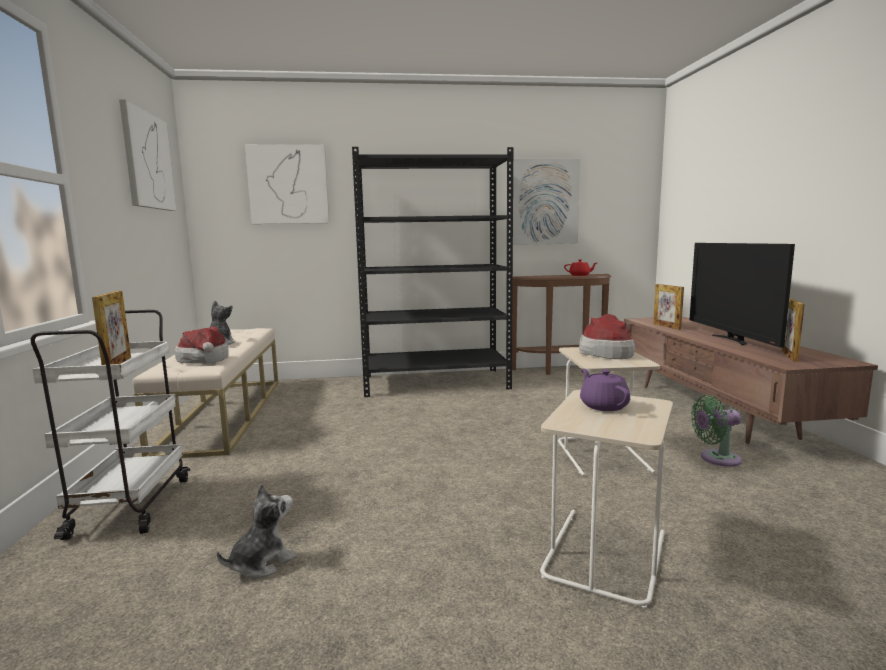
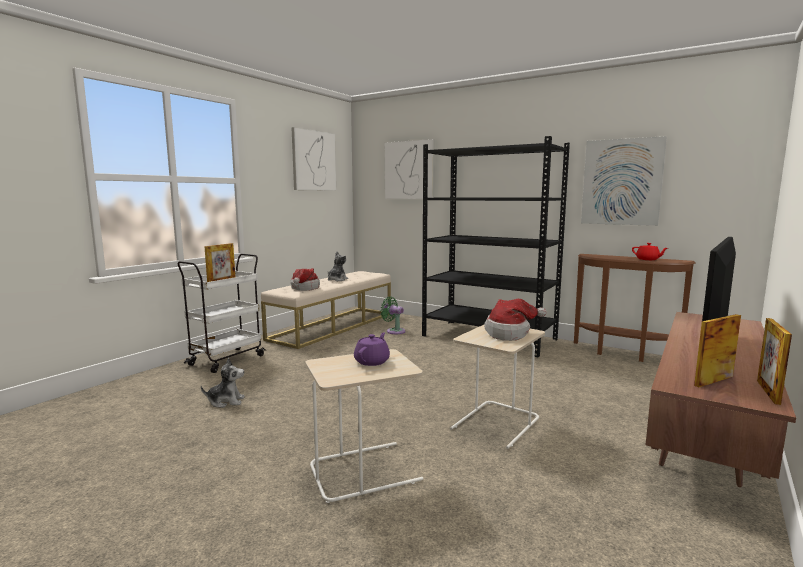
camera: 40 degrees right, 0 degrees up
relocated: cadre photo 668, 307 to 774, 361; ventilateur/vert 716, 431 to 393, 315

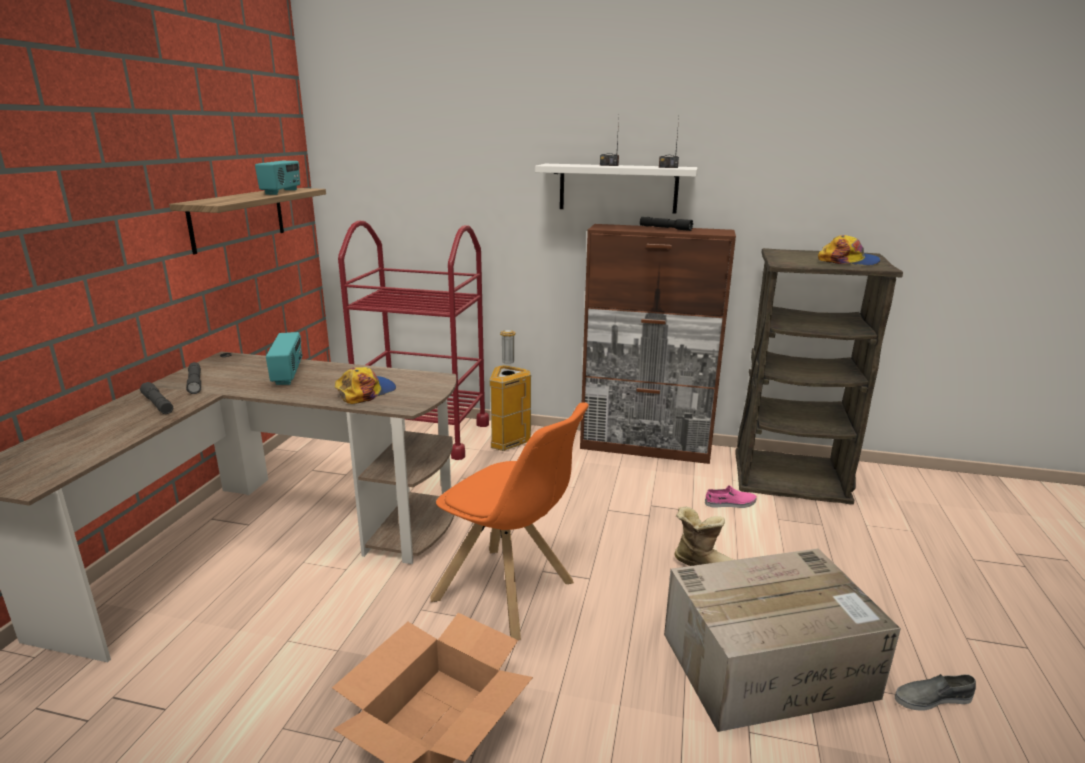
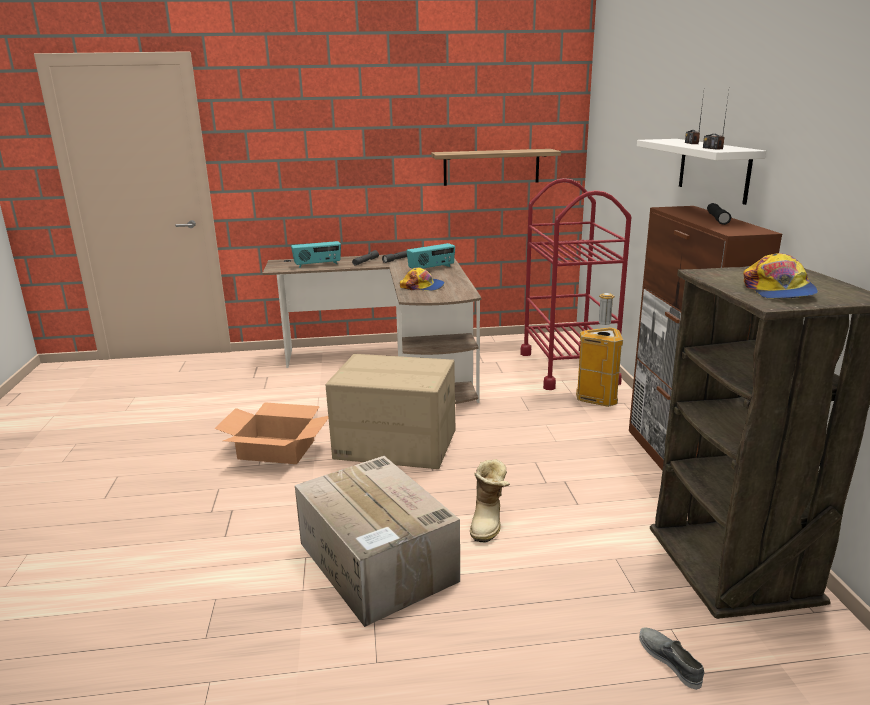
camera: 70 degrees right, 0 degrees up
missing: chaussure/rose 731, 496
relocated: radio 277, 178 to 316, 254; chaussure/gris 935, 692 to 672, 658
exchanged: chaise/orange 509, 521 to carton 390, 411

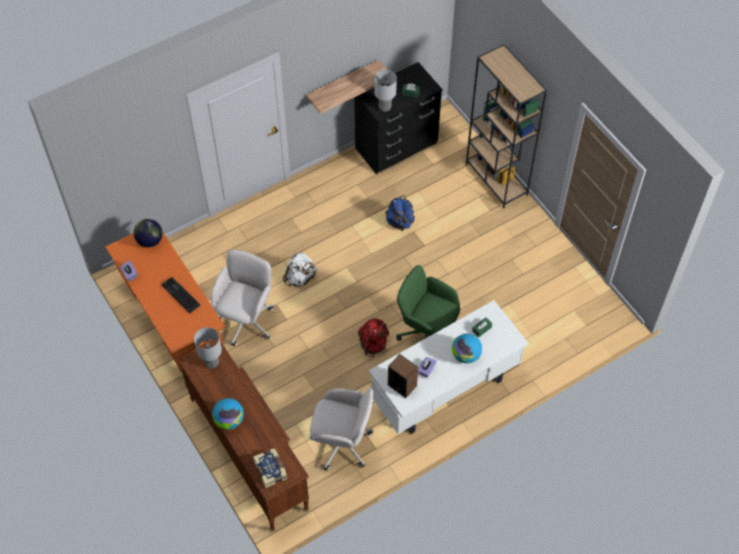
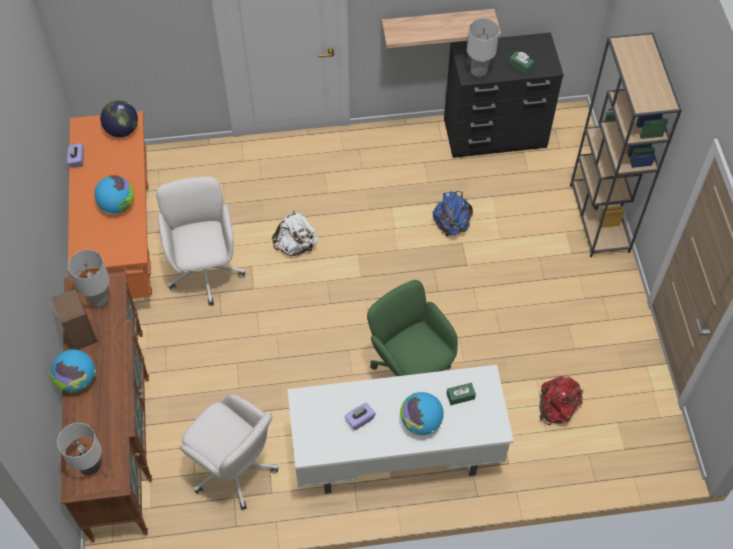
camera: 25 degrees right, 0 degrees up
relocated: sac à dos/rouge 373, 337 to 561, 400; enceinte 403, 376 to 75, 319
exchanged: clavier 181, 295 to globe 114, 194; livre 270, 468 to lampe de table/gris 79, 449
spun: chaise de bureau/blanc 242, 297 = 200, 241 60 degrees counterclockwise

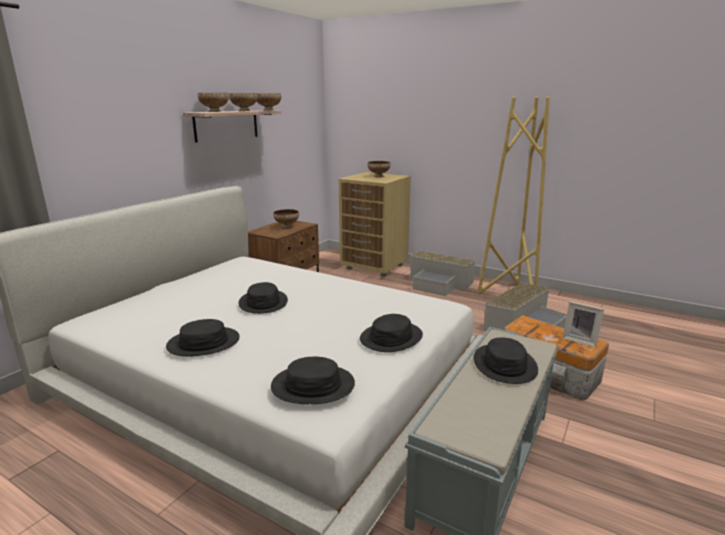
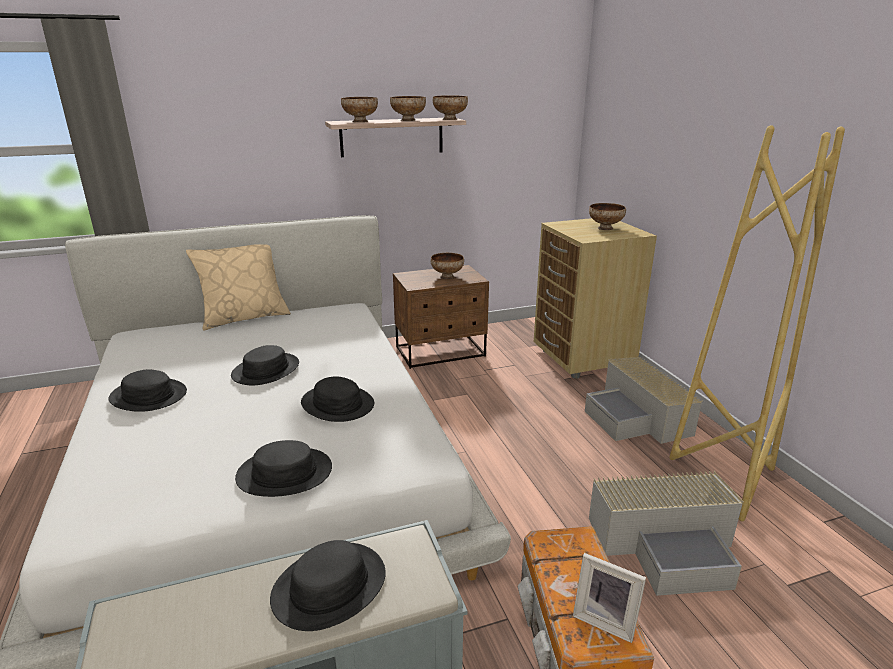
camera: 40 degrees right, 5 degrees up
appeared: coussin/beige 238, 287
relocated: chapeau/noir 313, 380 to 337, 399
spun: cadre photo 583, 324 = 609, 598 45 degrees counterclockwise

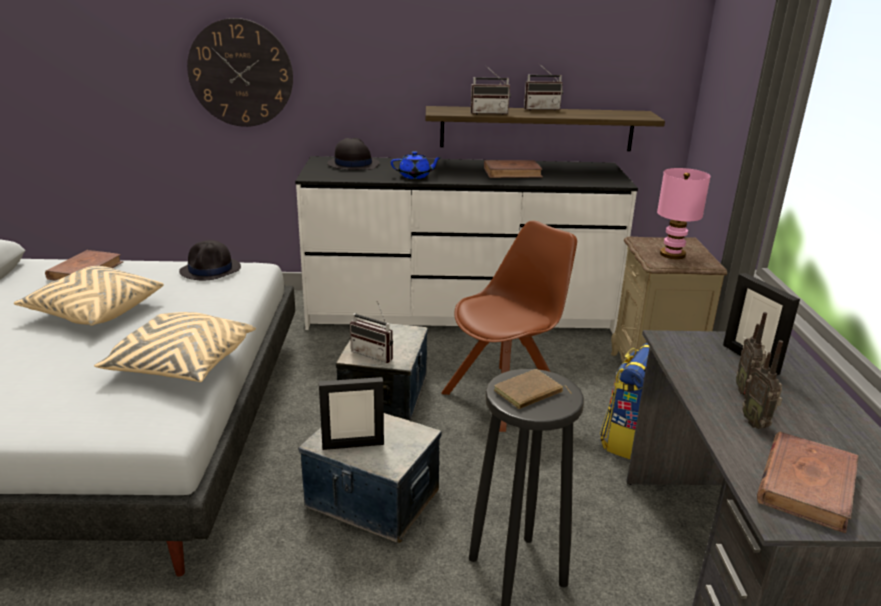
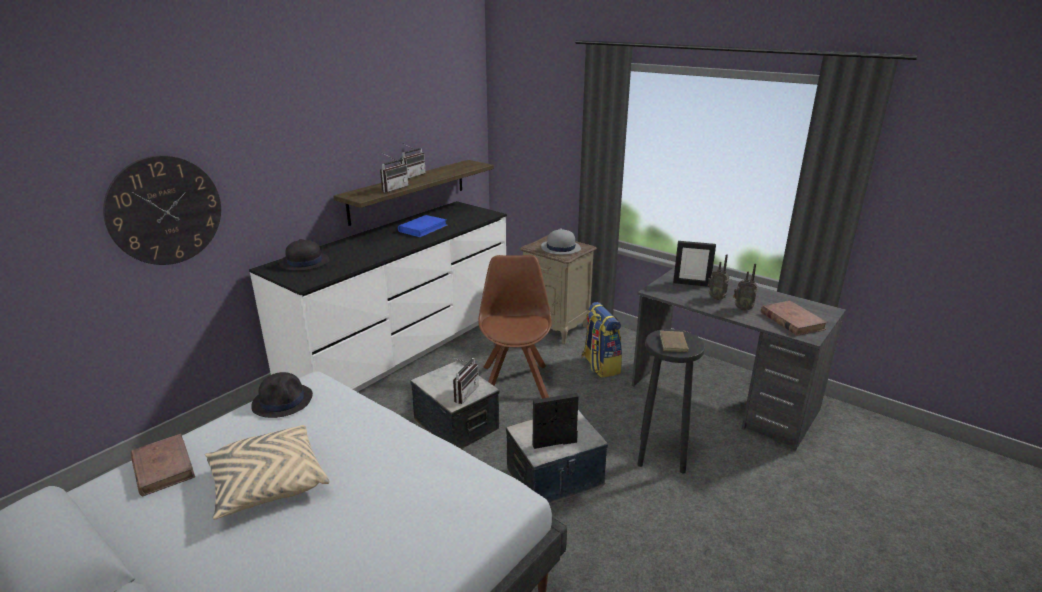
camera: 50 degrees left, 0 degrees up
missing: théière/bleu 416, 165; coussin/beige 175, 347
exchanged: lampe de table/rose 684, 213 to chapeau/gris 561, 241
colour: livre/marron 513, 169 to livre/bleu 423, 226
spun: radio 371, 332 = 465, 380 45 degrees counterclockwise; cadre photo 351, 413 = 556, 421 135 degrees counterclockwise

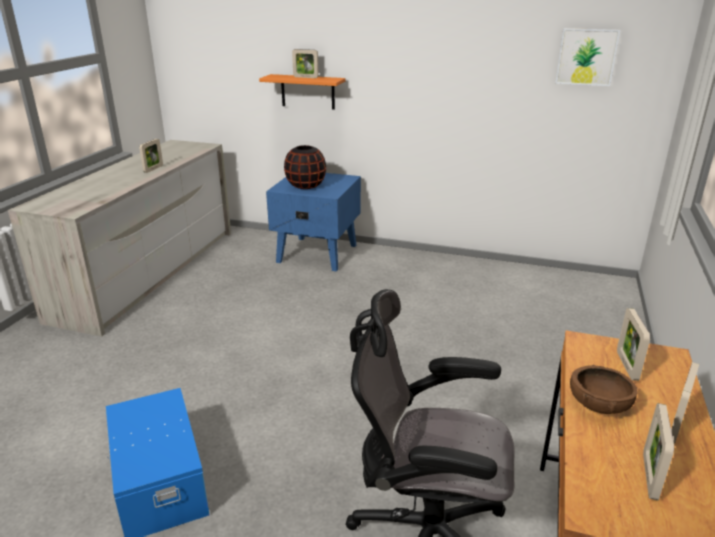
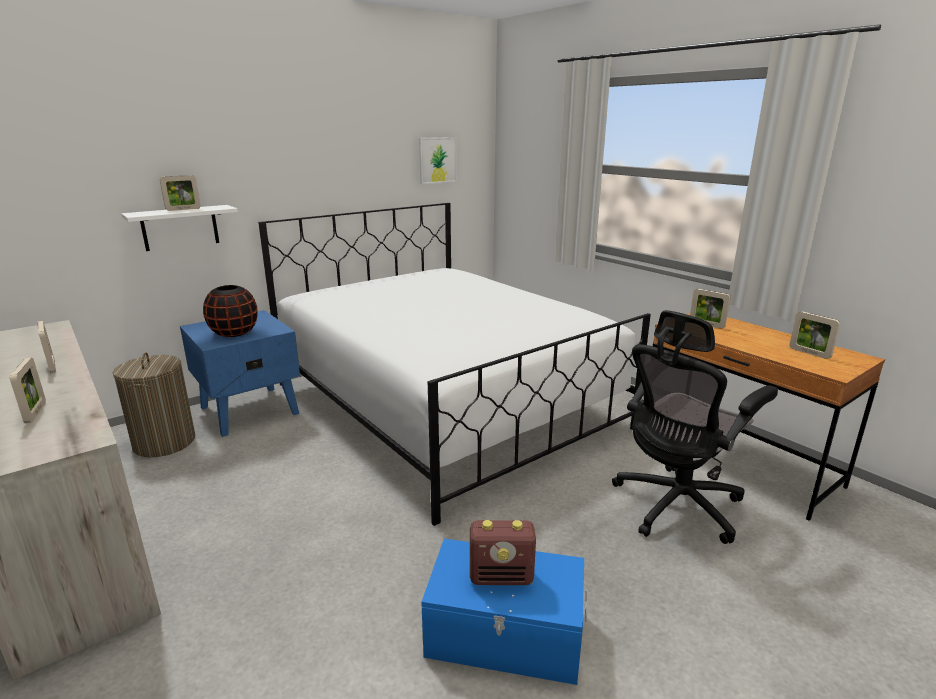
camera: 55 degrees left, 5 degrees down
missing: bol/marron 603, 389
appeared: lit/blanc 454, 364; panier à linge 154, 404; radio 503, 552
relocated: cadre photo 685, 403 to 28, 390
colour: étagère/orange 302, 92 to étagère/blanc 179, 228

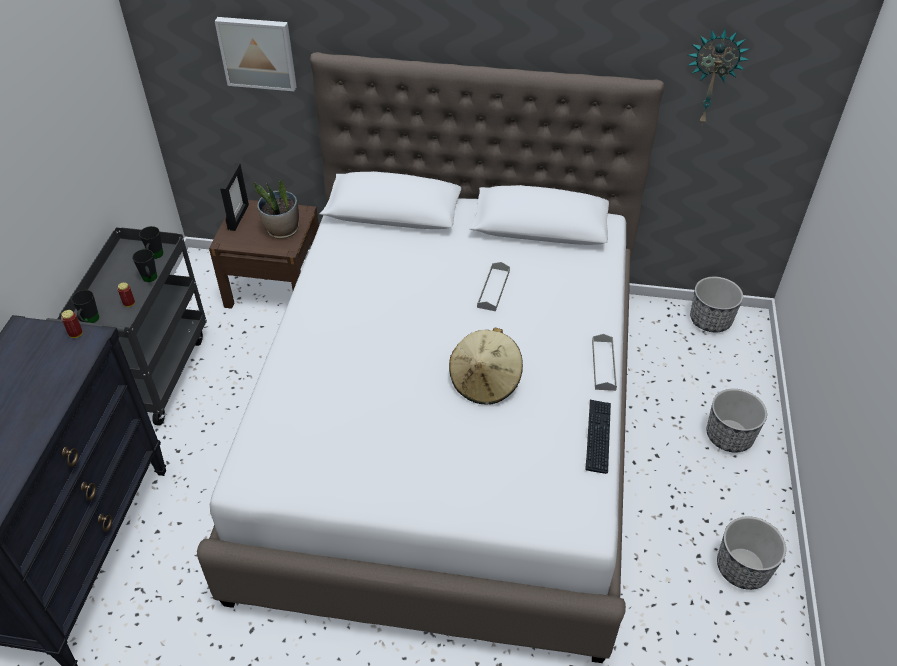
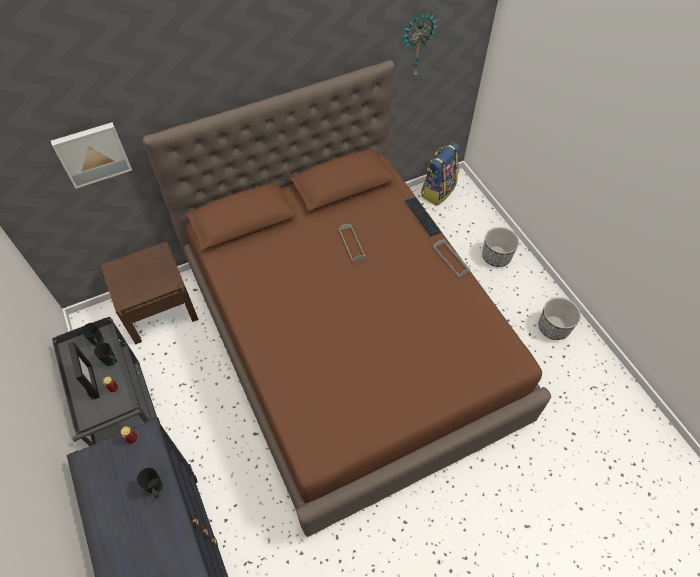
camera: 35 degrees left, 10 degrees up
missing: plante en pot 276, 209; chapeau/beige 486, 366
relocated: cadre photo 234, 197 to 84, 371; mug/noir 85, 306 to 150, 483; clavier 598, 437 to 423, 216
exchanged: cache-pot 716, 304 to sac à dos 440, 174
colour: lit/blanc 430, 357 to lit/marron 347, 298

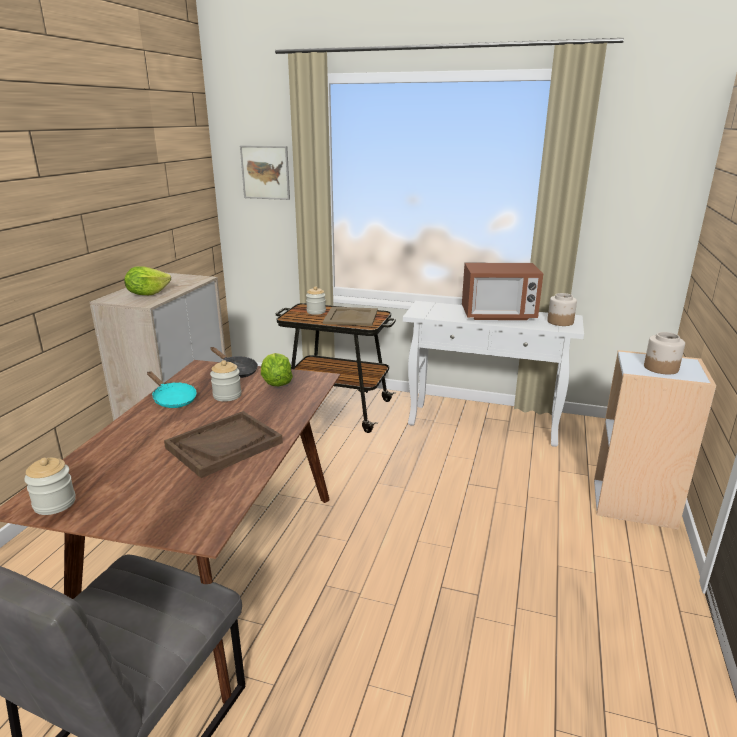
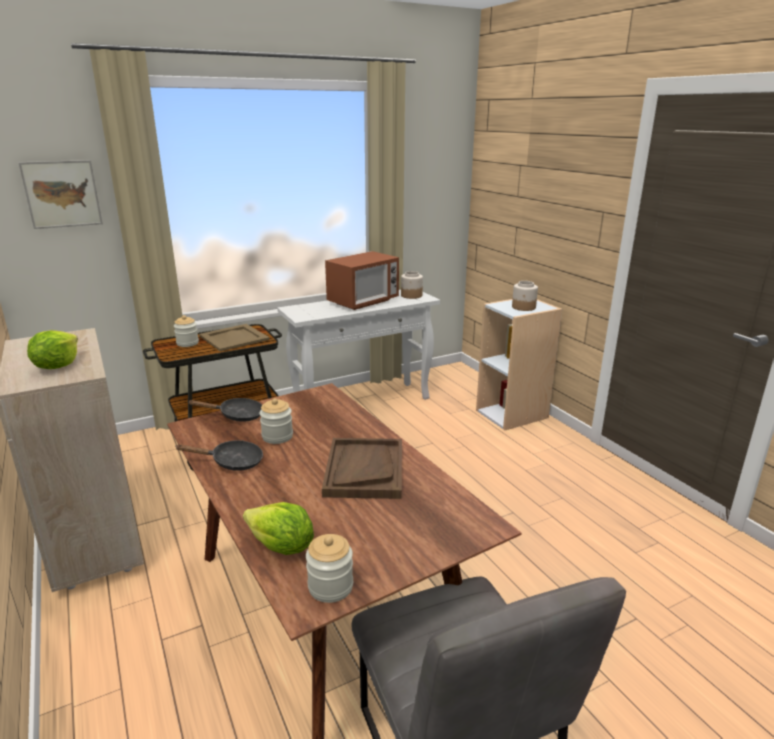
camera: 45 degrees left, 0 degrees up
relocated: laitue 277, 369 to 278, 528
colour: poêle/turquoise 172, 389 to poêle/noir 219, 455

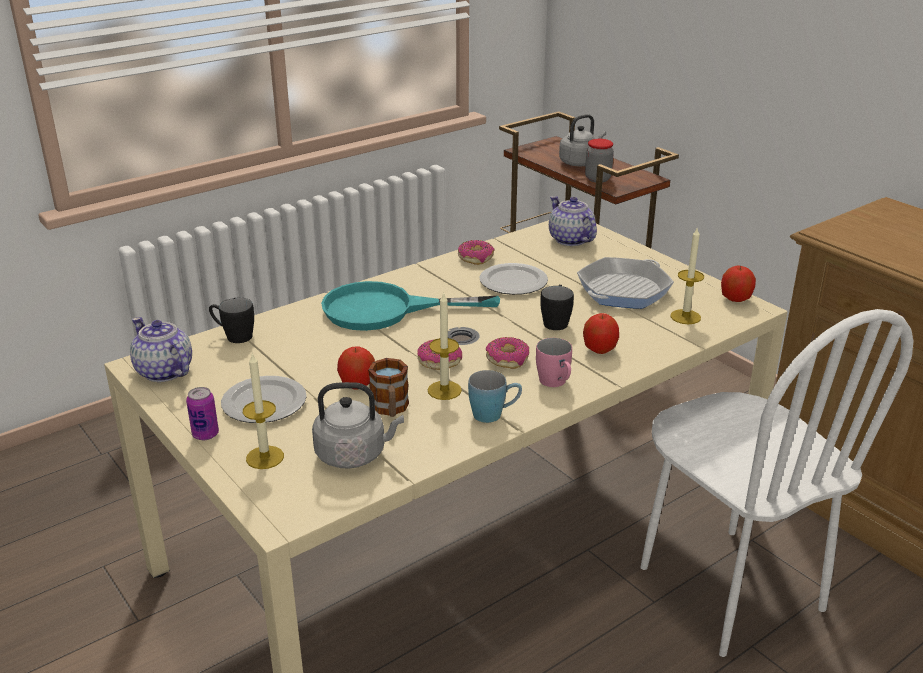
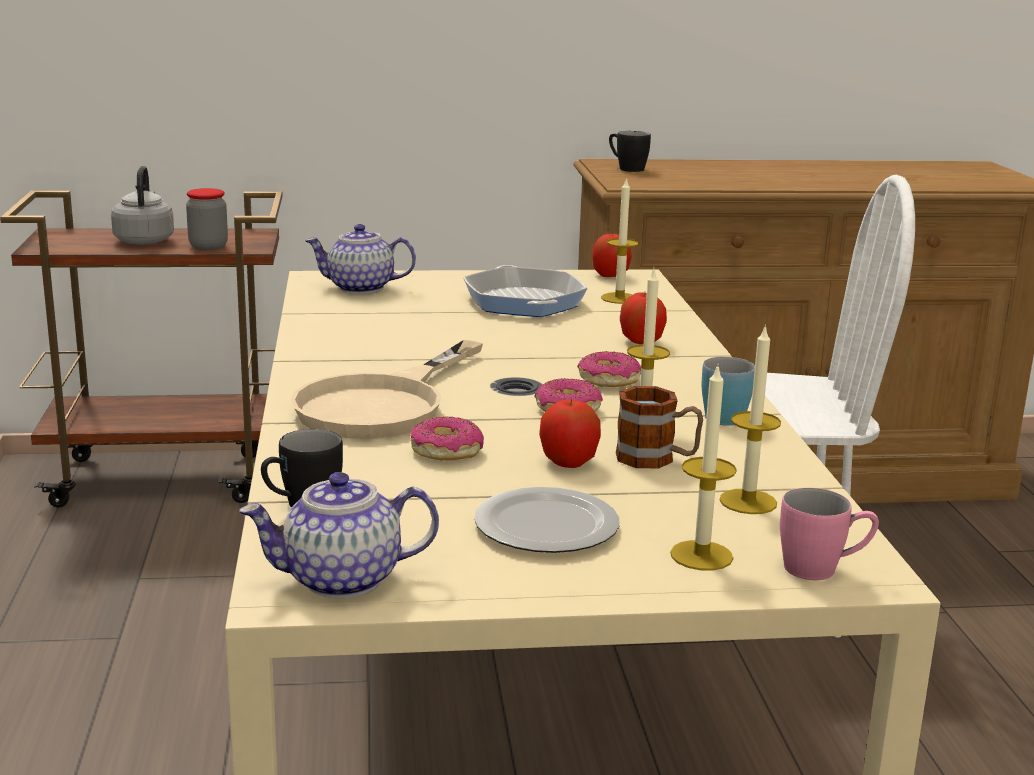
camera: 60 degrees left, 10 degrees down
missing: assiette 514, 279; boîte métallique 202, 413
relocated: beignet 476, 252 to 447, 438; mug/noir 557, 307 to 630, 151; mug/rose 554, 362 to 829, 534
exchanged: bouilloire/gris 358, 425 to bougie 750, 419
colour: poêle/turquoise 410, 306 to poêle/beige 386, 389

